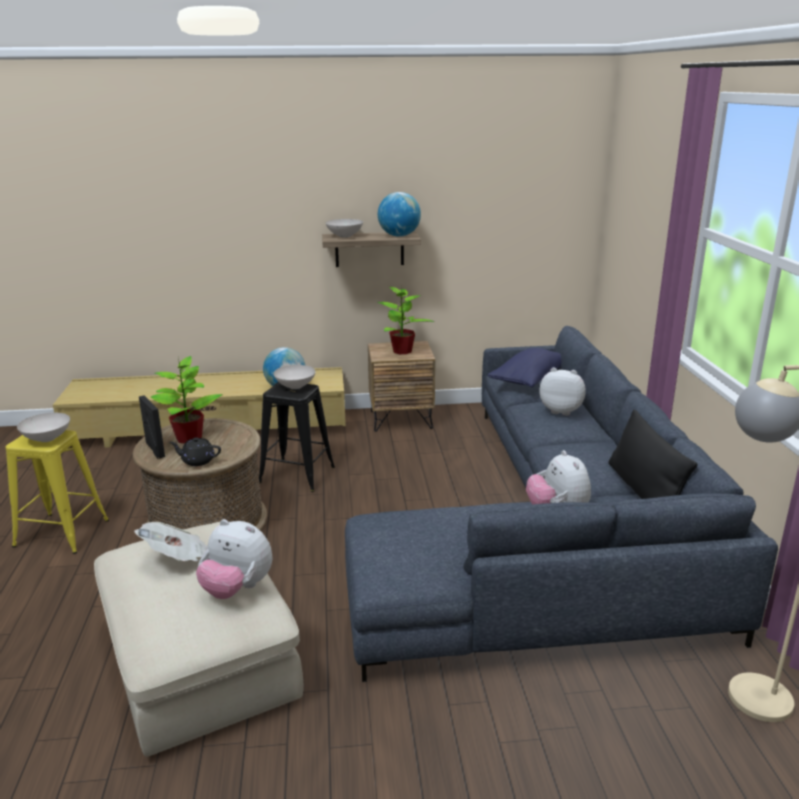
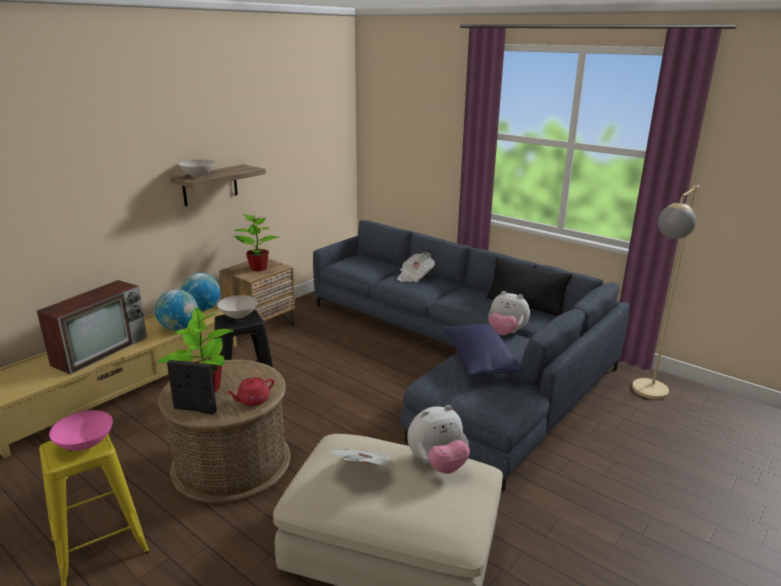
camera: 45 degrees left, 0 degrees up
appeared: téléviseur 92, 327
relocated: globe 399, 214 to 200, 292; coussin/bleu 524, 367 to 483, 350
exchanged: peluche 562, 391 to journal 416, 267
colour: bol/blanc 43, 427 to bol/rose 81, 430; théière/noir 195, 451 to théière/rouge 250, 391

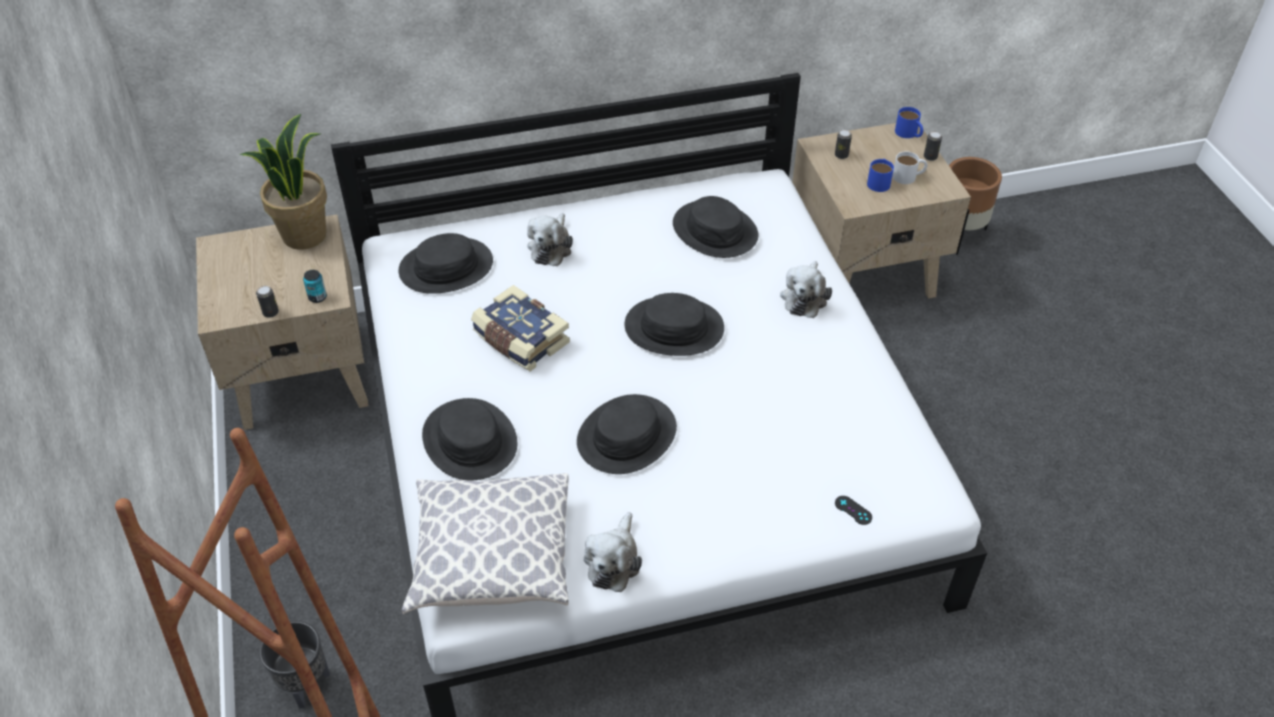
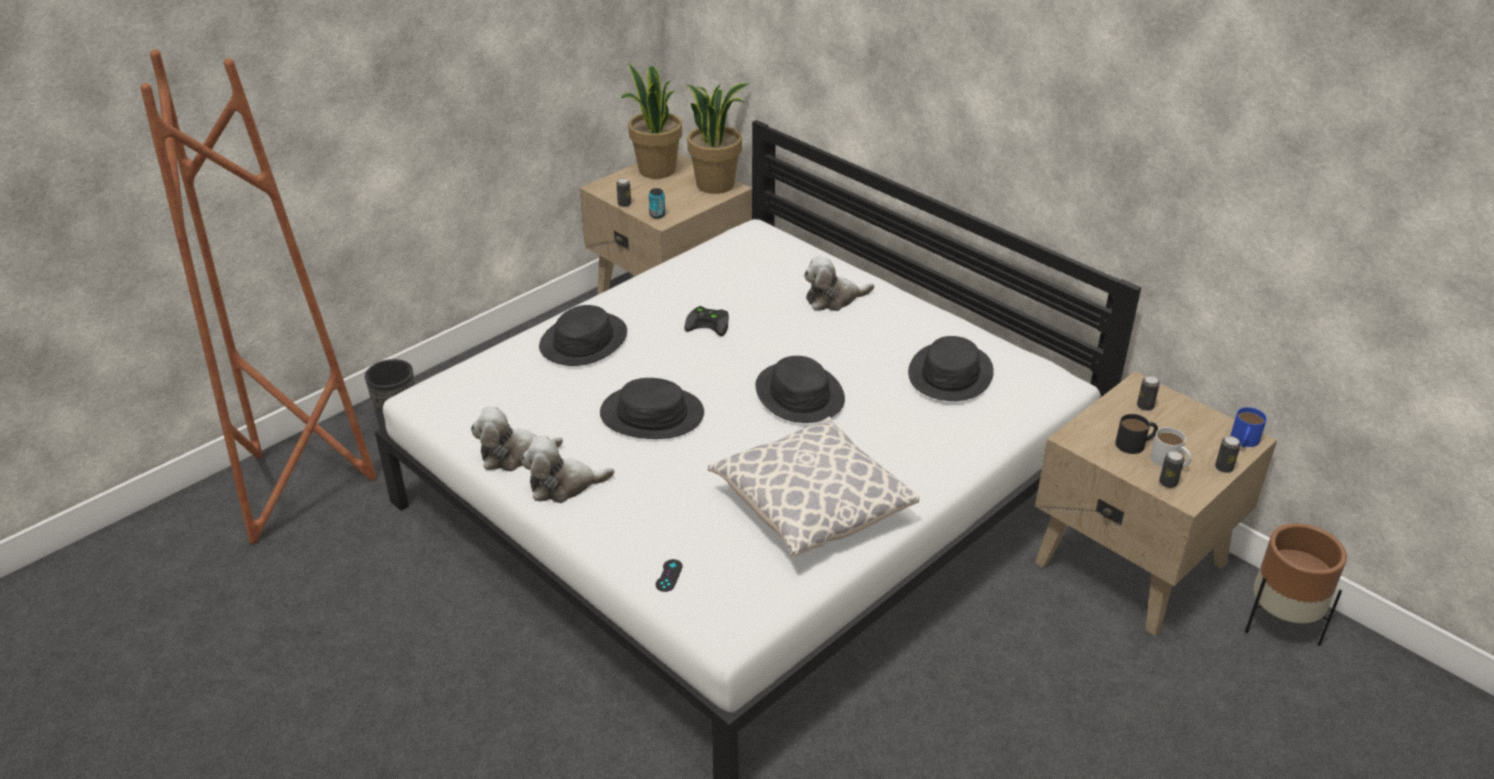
camera: 60 degrees right, 10 degrees down
missing: chapeau/noir 446, 263
appeared: plante en pot 651, 121; boîte métallique 1171, 469
relocated: peluche 806, 289 to 567, 469; coussin 485, 543 to 813, 487
exchanged: livre 520, 328 to manette/noir 706, 321
colour: mug/bleu 880, 175 to mug/noir 1136, 434

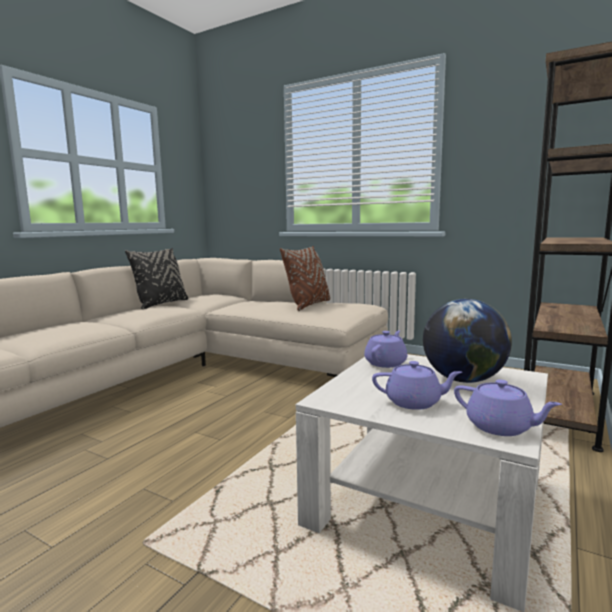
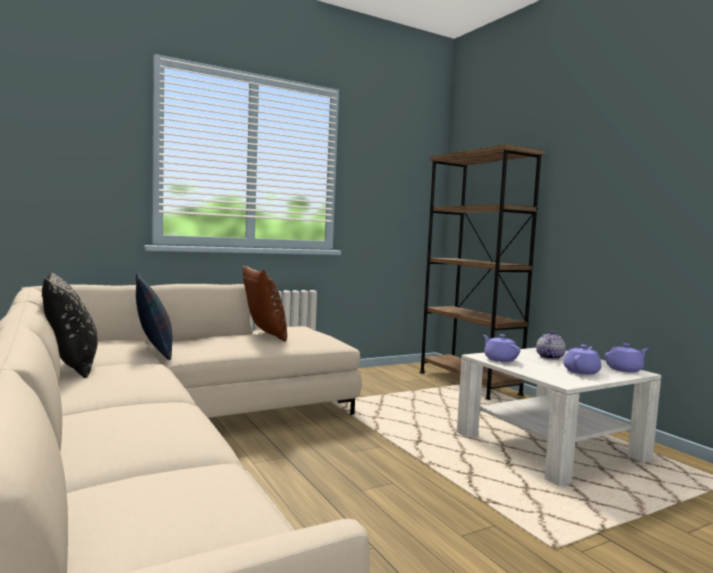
camera: 60 degrees left, 5 degrees down
appeared: coussin/bleu 154, 316
exchanged: globe 467, 341 to théière 551, 345

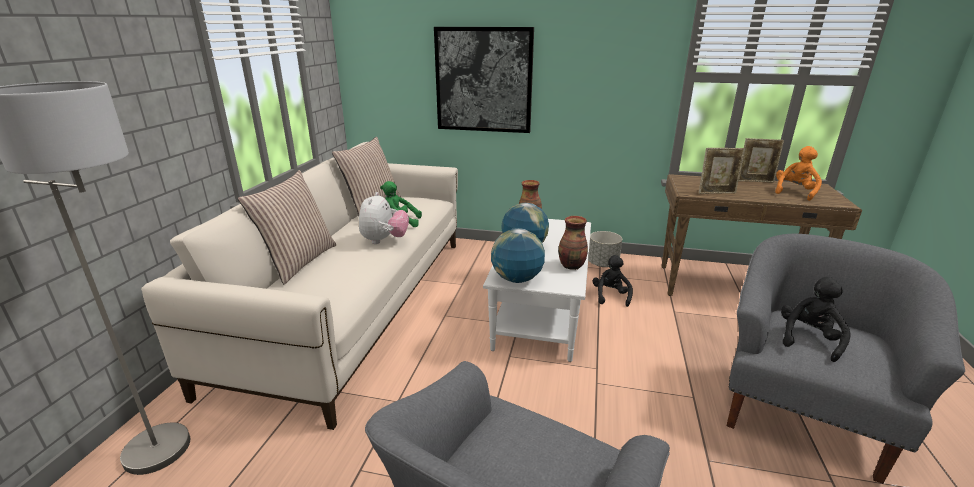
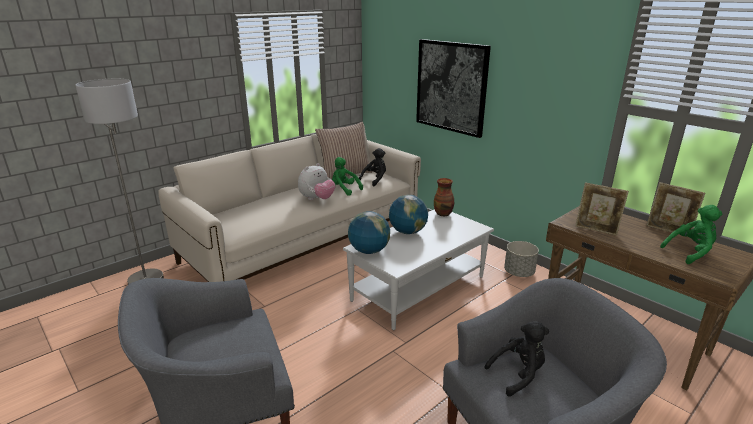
camera: 35 degrees right, 0 degrees up
missing: coussin 287, 227; vase 573, 243
relocated: peluche/noir 613, 281 to 372, 167
colour: peluche/orange 798, 173 to peluche/vert 691, 234

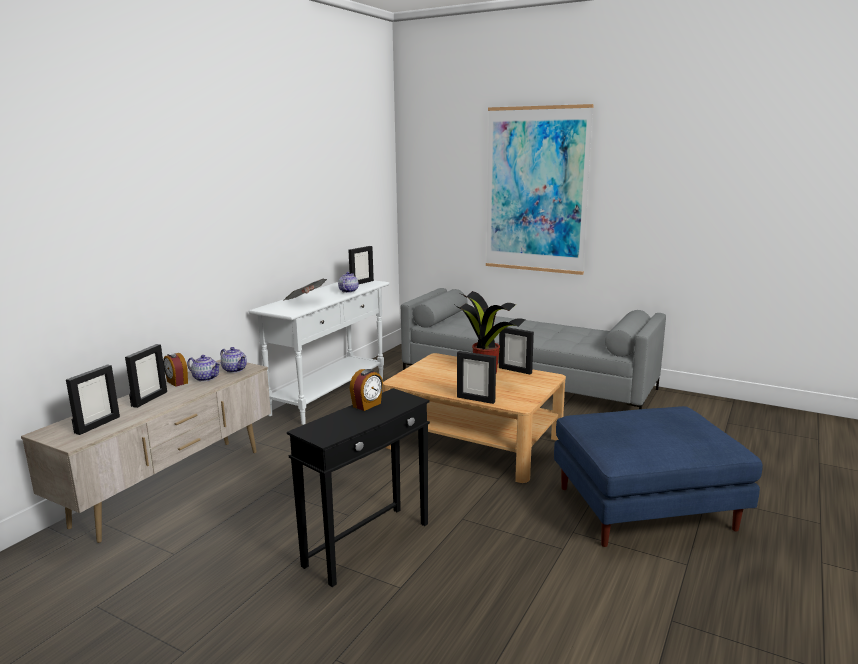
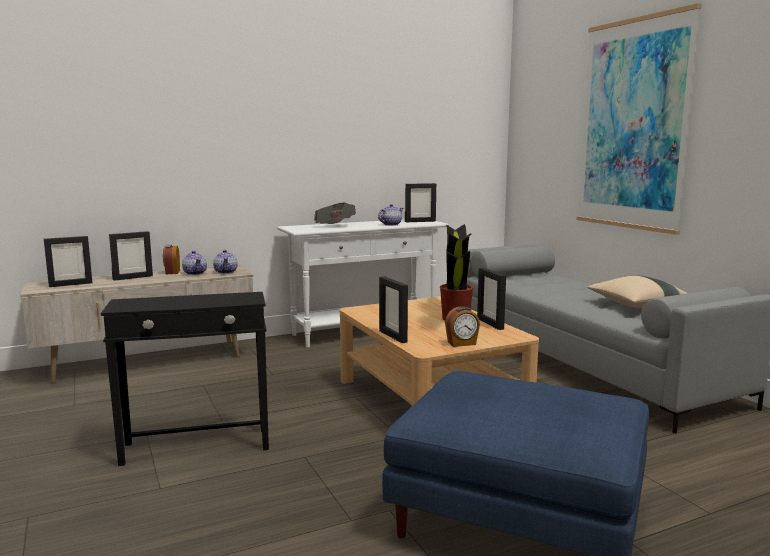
camera: 35 degrees right, 5 degrees down
appeared: coussin/beige 637, 291
relocated: réveil 366, 390 to 462, 326

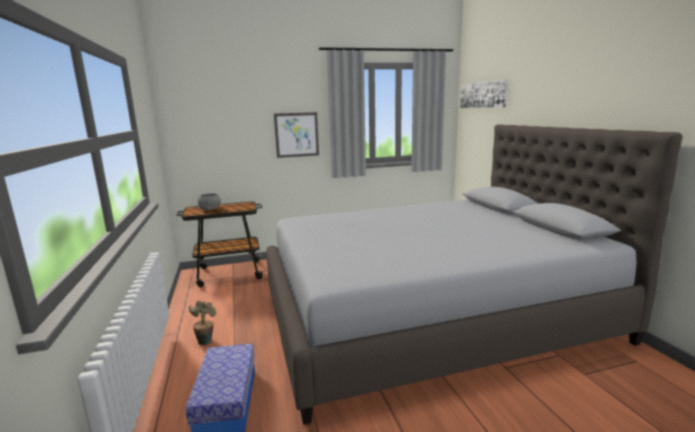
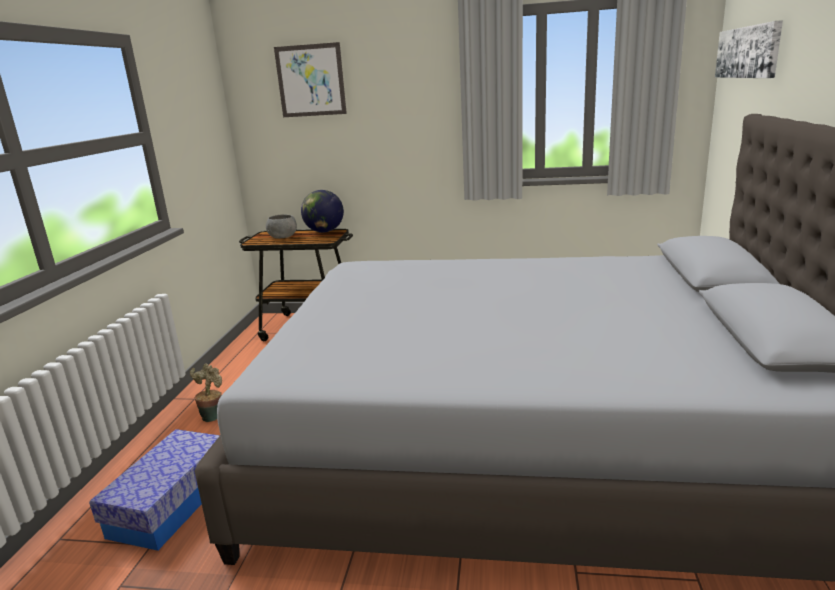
camera: 25 degrees right, 5 degrees up
appeared: globe 322, 211
relocated: tableau 296, 135 to 310, 79

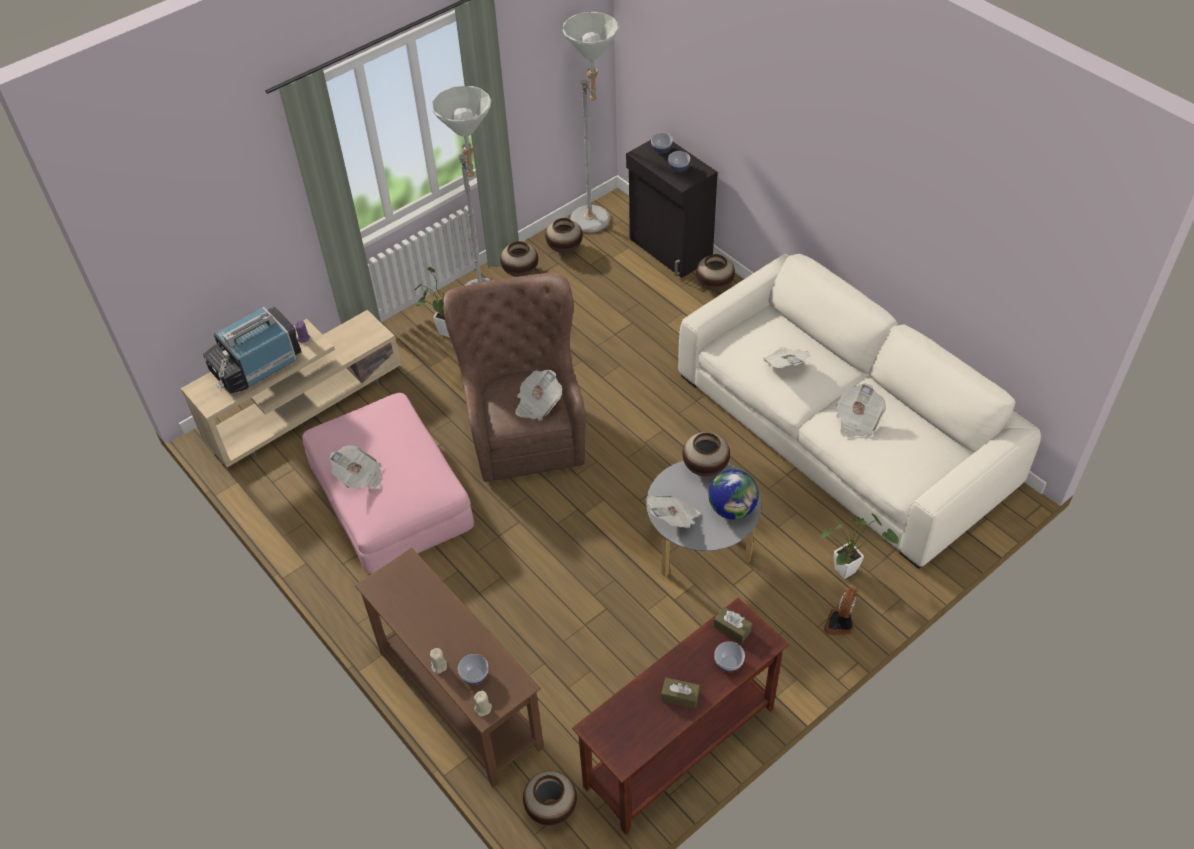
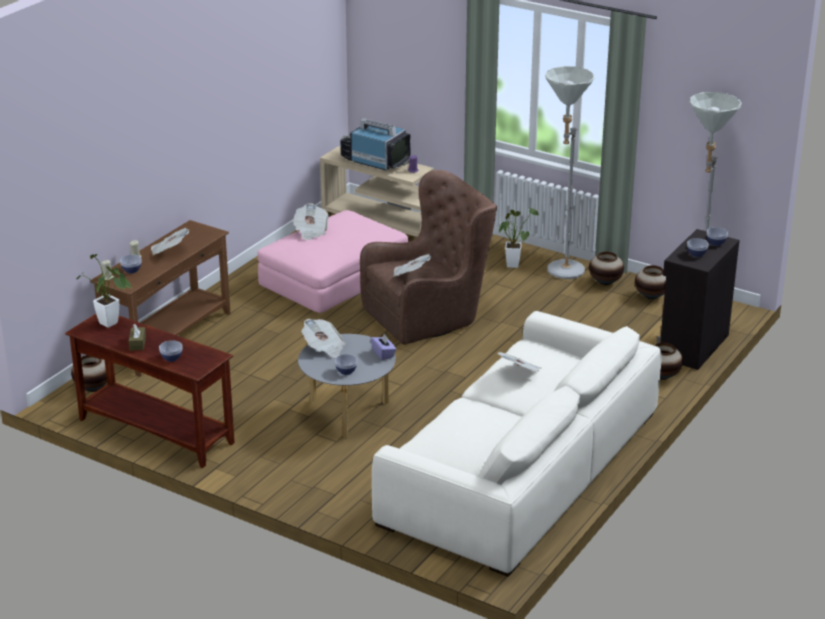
camera: 70 degrees right, 20 degrees down
missing: ventilateur 840, 611; boîte à mouchoirs/marron 732, 625
relocated: journal 861, 410 to 170, 242; plante en pot 859, 546 to 104, 291
exchanged: vase 706, 454 to boîte à mouchoirs/violet 383, 347; globe 733, 494 to bol 346, 364

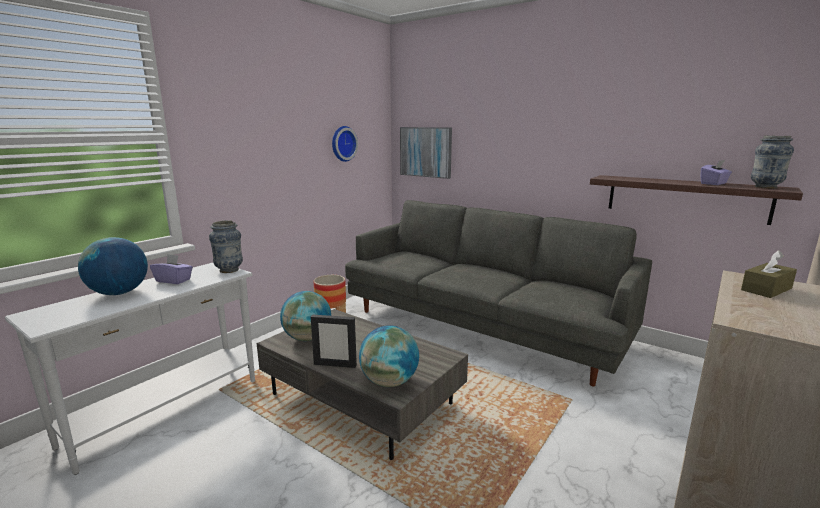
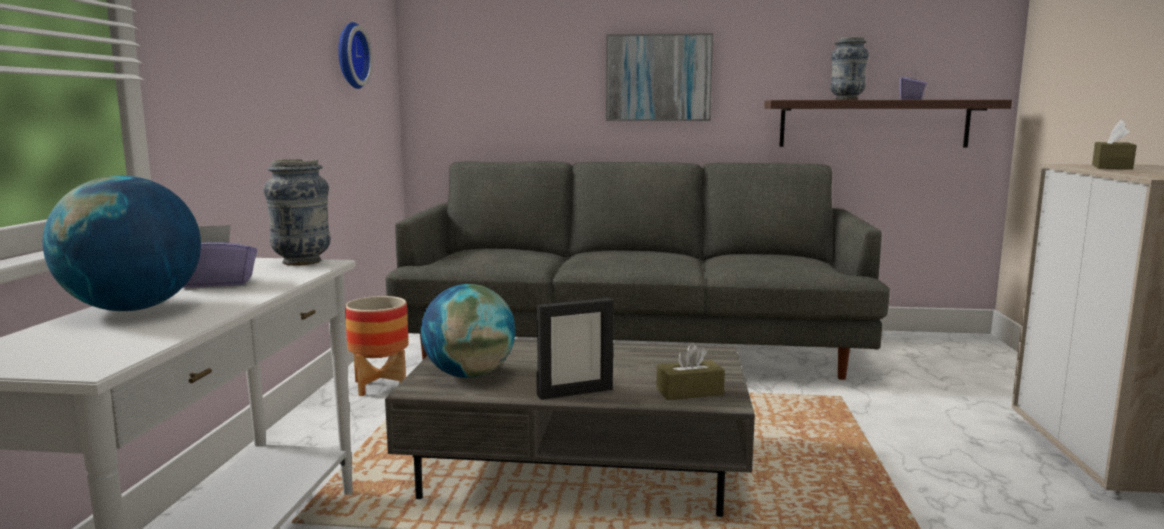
camera: 30 degrees left, 5 degrees down
relocated: tableau 426, 153 to 659, 77; vase 772, 162 to 849, 68
exchanged: globe 389, 356 to boîte à mouchoirs/marron 690, 371

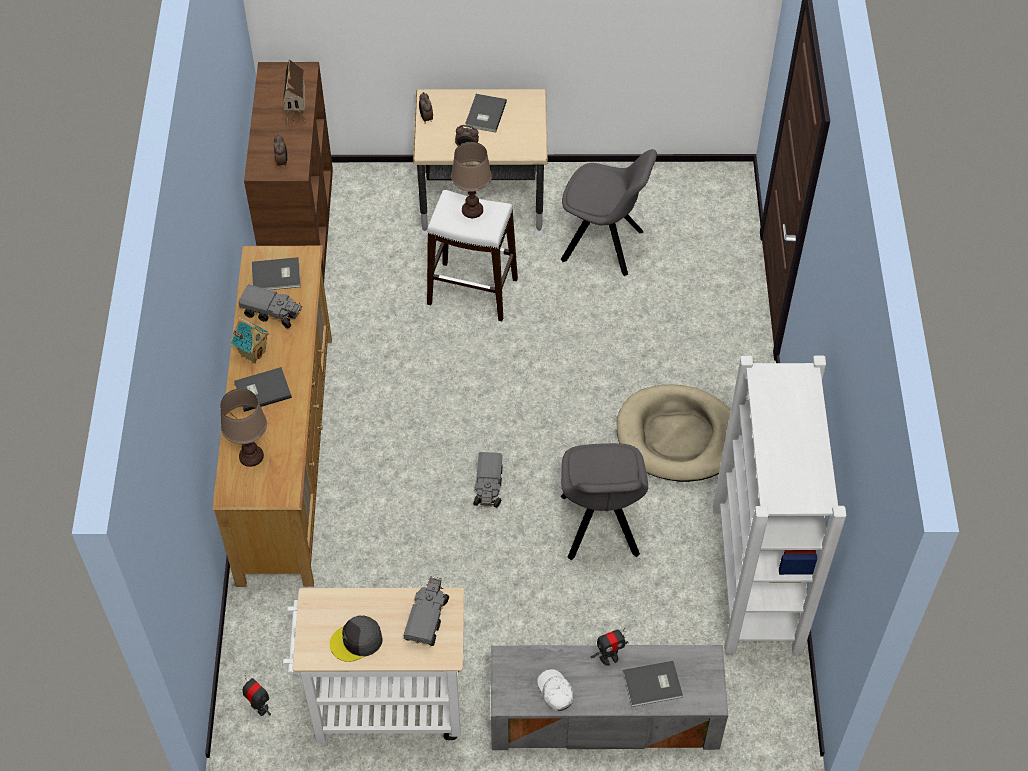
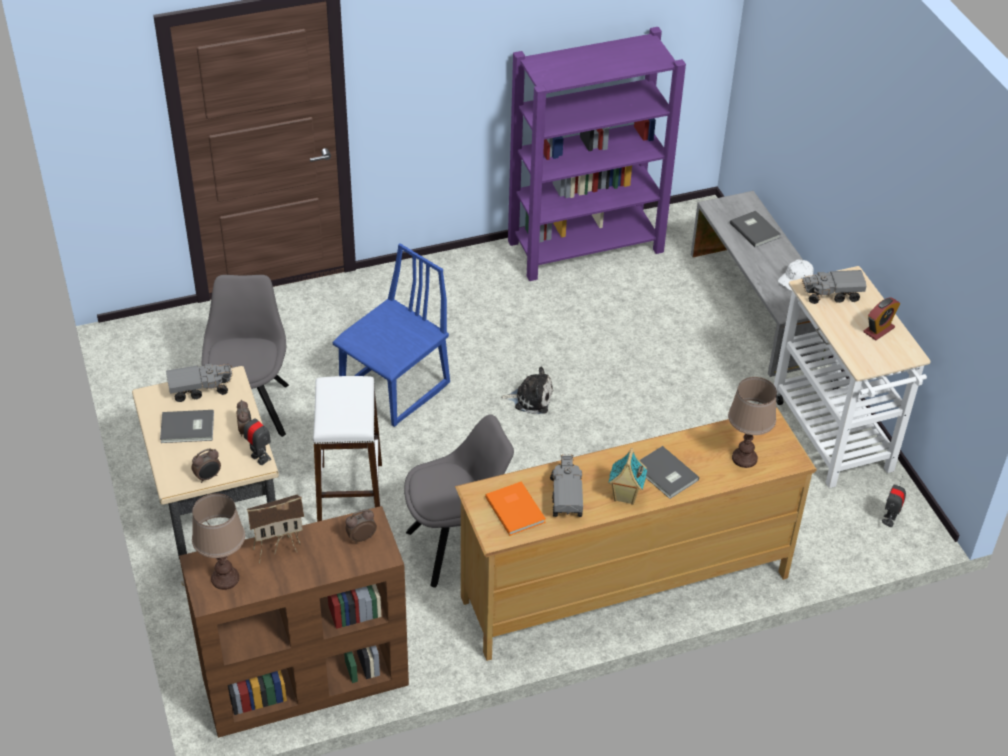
camera: 110 degrees left, 10 degrees down
missing: panier pour chien/beige 679, 433
appeared: chaise/bleu 391, 335; peluche 527, 390
relocated: lampe de table/marron 471, 180 to 218, 541; chaise/gris 604, 501 to 459, 501; camion jouet 488, 480 to 199, 382; robot jouet 610, 647 to 257, 438
exchanged: casquette/gris 356, 639 to réveil 881, 319
colour: livre/gris 276, 273 to livre/orange 515, 509; bibliothèque/blanc 779, 505 to bibliothèque/violet 597, 154

